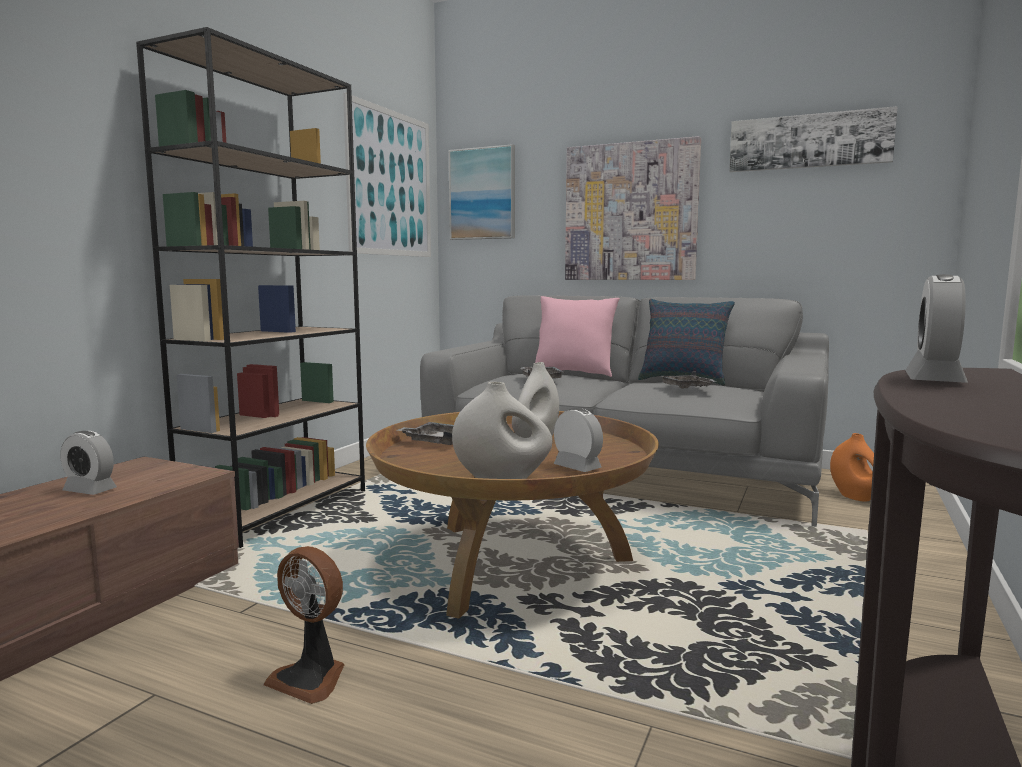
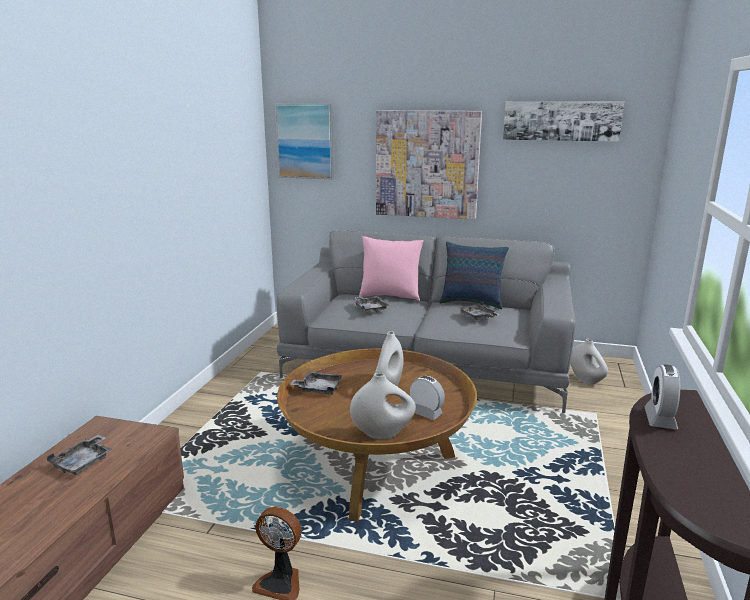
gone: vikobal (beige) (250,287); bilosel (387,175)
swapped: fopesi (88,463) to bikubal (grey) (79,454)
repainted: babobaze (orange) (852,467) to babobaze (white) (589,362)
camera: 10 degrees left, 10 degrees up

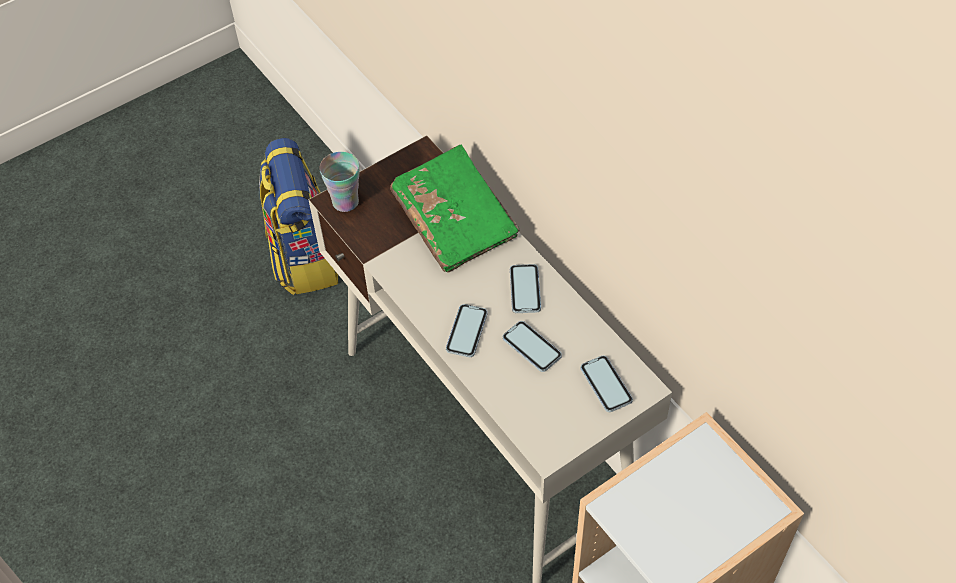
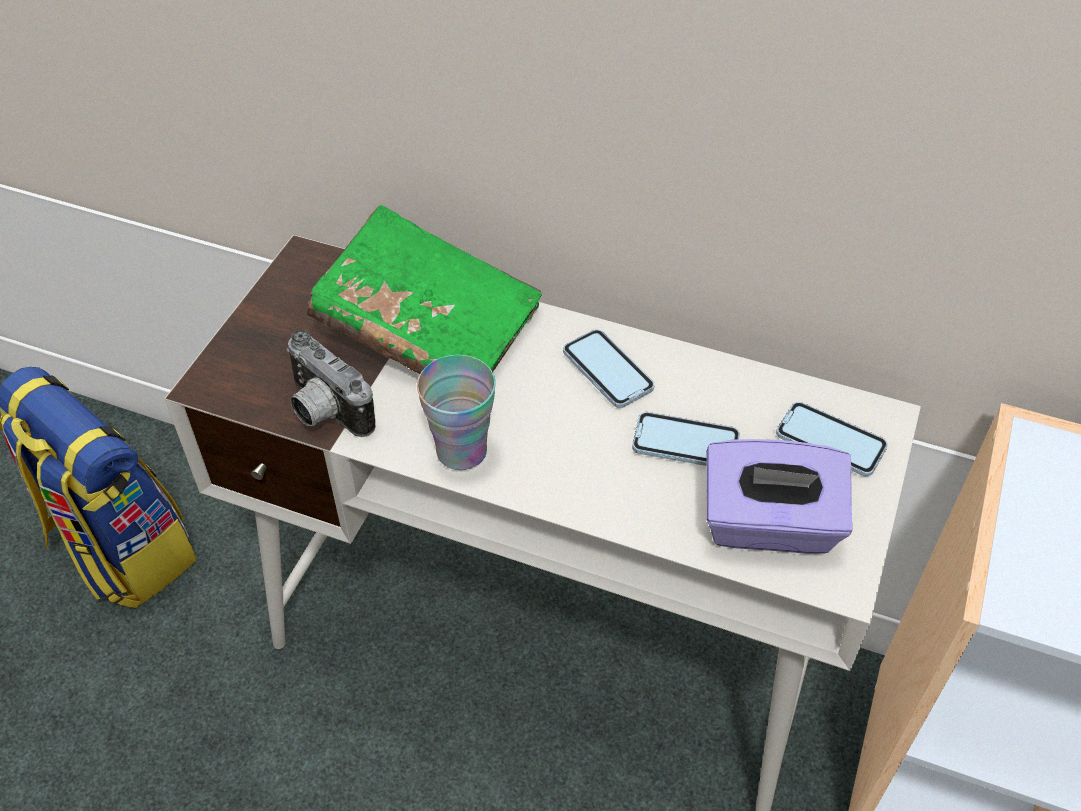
gone: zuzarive (467,330)
new: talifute (330,383); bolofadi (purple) (779,496)
shifted: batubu (339,182) to (456,412)
camera: 35 degrees left, 5 degrees down

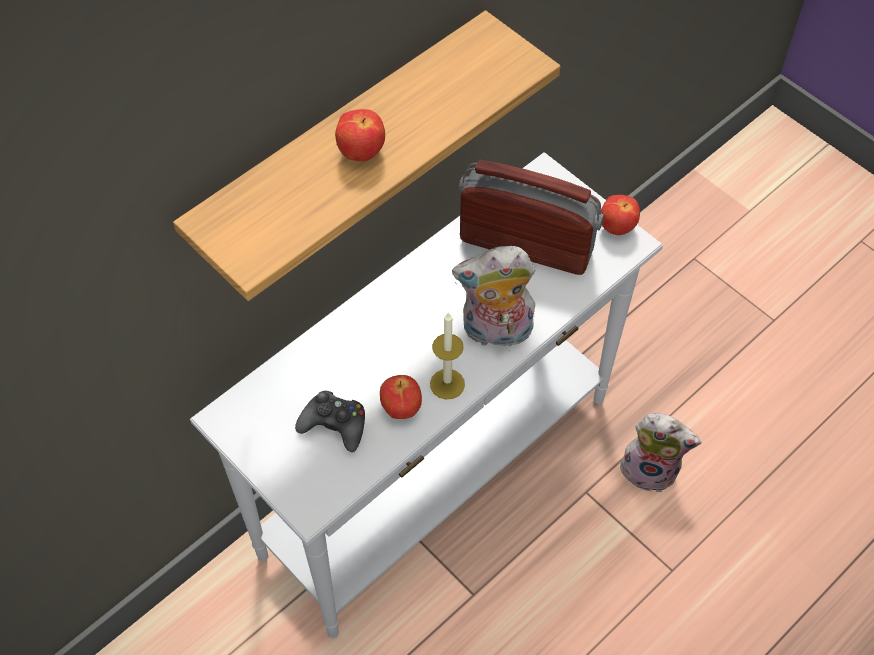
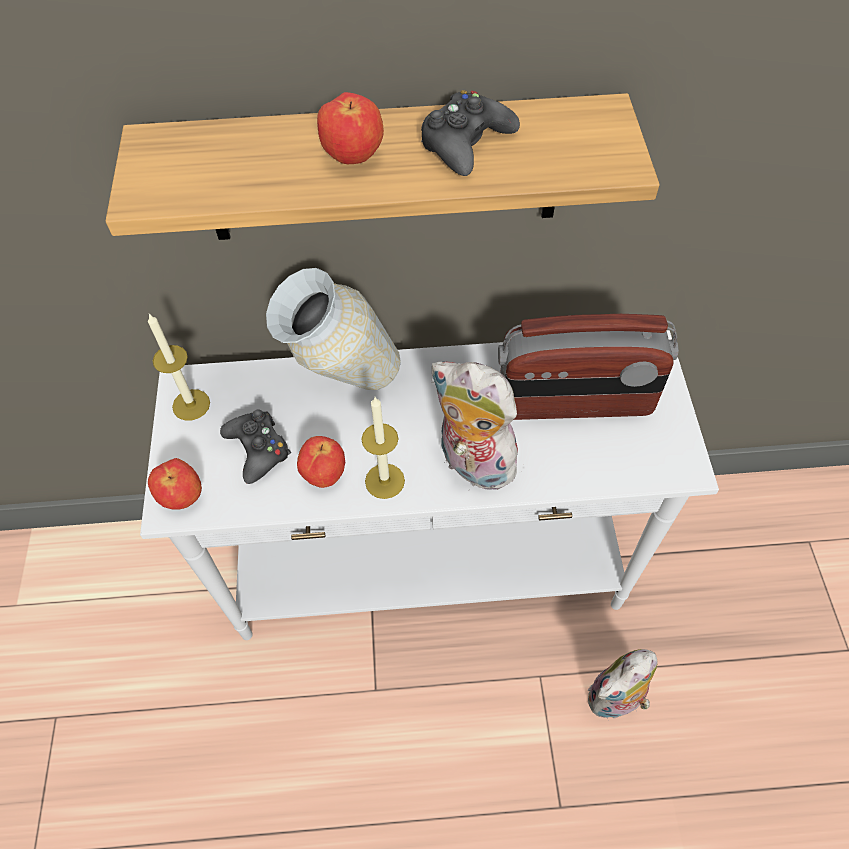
new: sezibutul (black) (470,133); babobaze (333,329); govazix (179,367)
shifted: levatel (620,215) to (175,483)
rotated: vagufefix (531,217) = (588,367) 120 degrees clockwise; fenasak (659,453) = (623,684) 90 degrees clockwise
camera: 40 degrees right, 0 degrees up

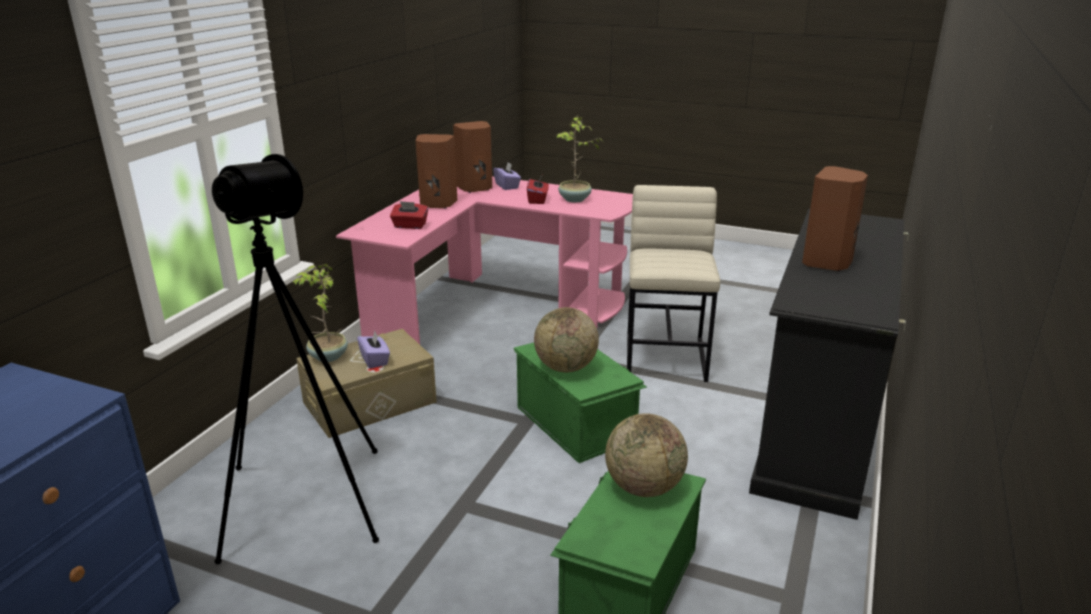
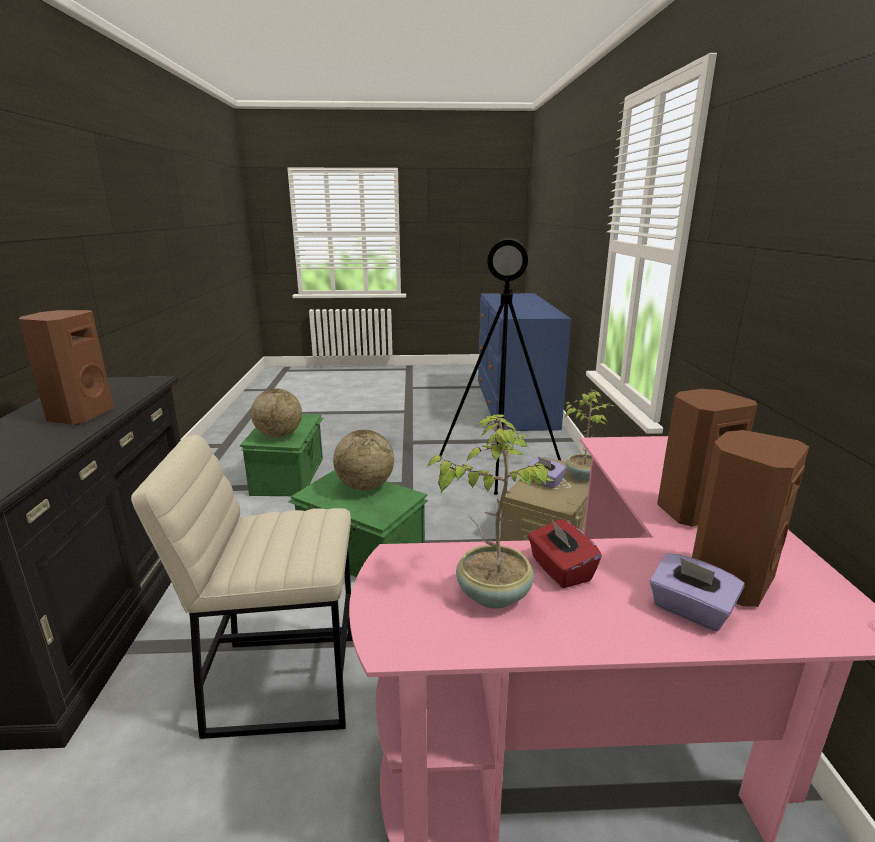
gone: bolofadi (red) (409,215)
rotated: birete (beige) (673,283) = (242,587) 105 degrees clockwise
camera: 155 degrees right, 5 degrees down

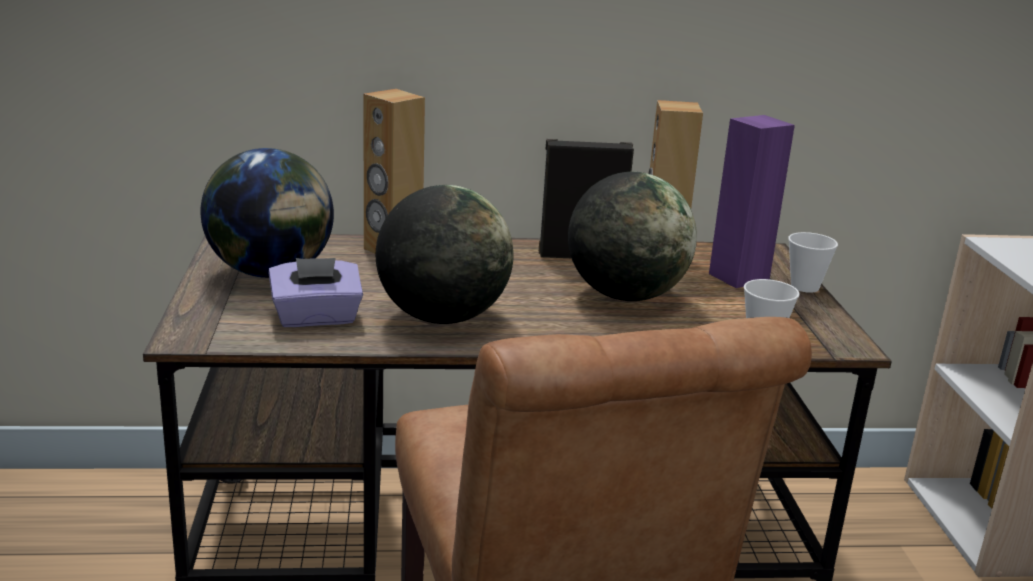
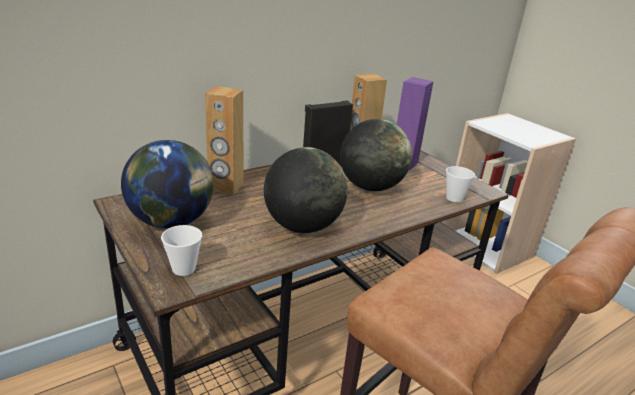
gone: bolofadi (purple) (316,292)
shifted: batubu (813,262) to (181,250)
camera: 30 degrees left, 5 degrees up

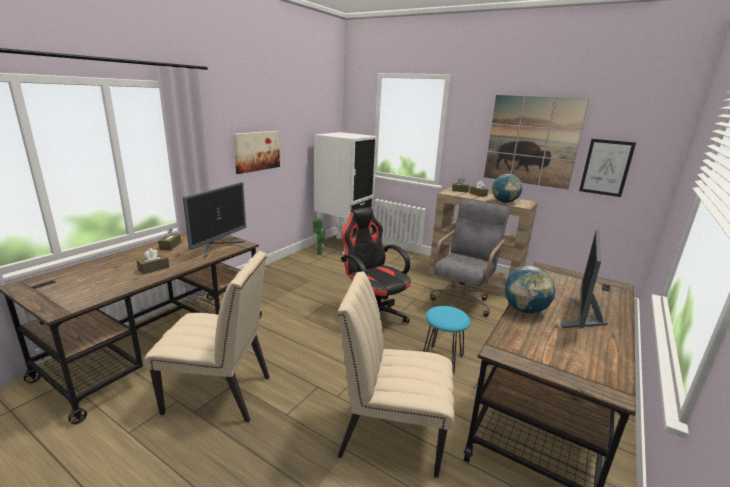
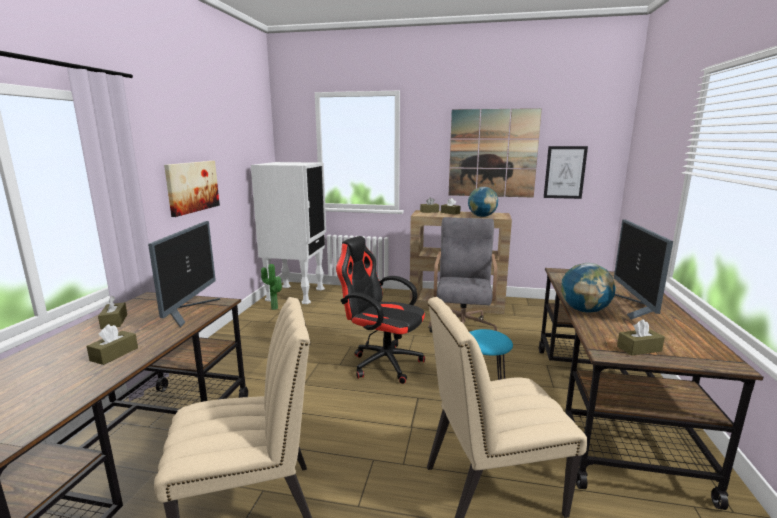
new: bolofadi (brown) (641,337)
camera: 20 degrees left, 5 degrees down

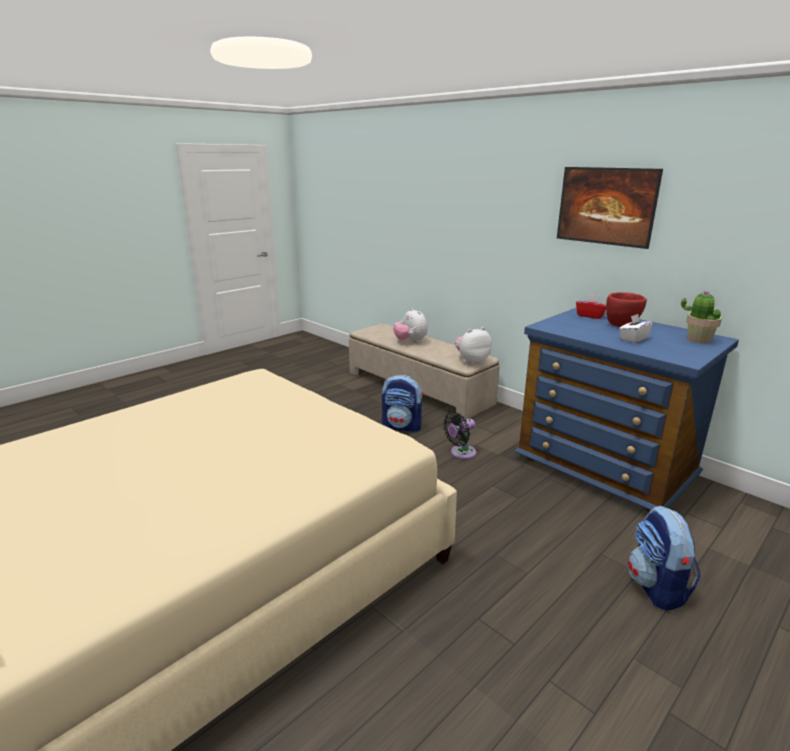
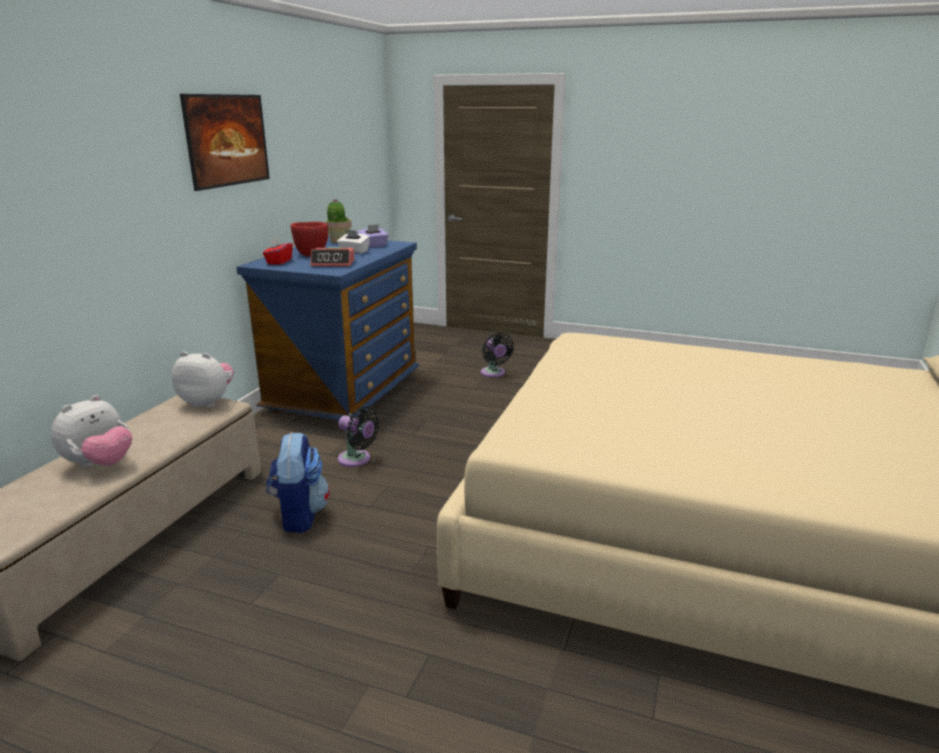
new: bolofadi (purple) (373,236); fopesi (332,256)
swapped: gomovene (664,558) to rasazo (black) (497,354)
rotated: fenasak (473,345) = (203,379) 150 degrees clockwise
camera: 115 degrees left, 0 degrees up

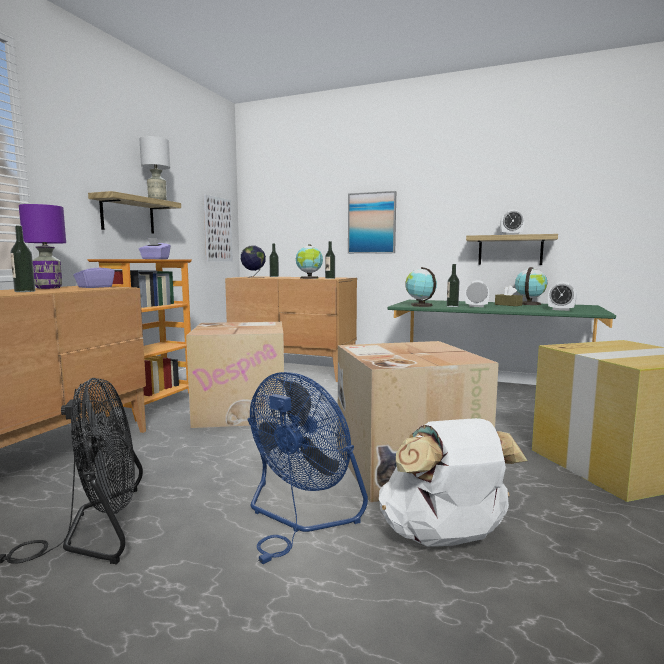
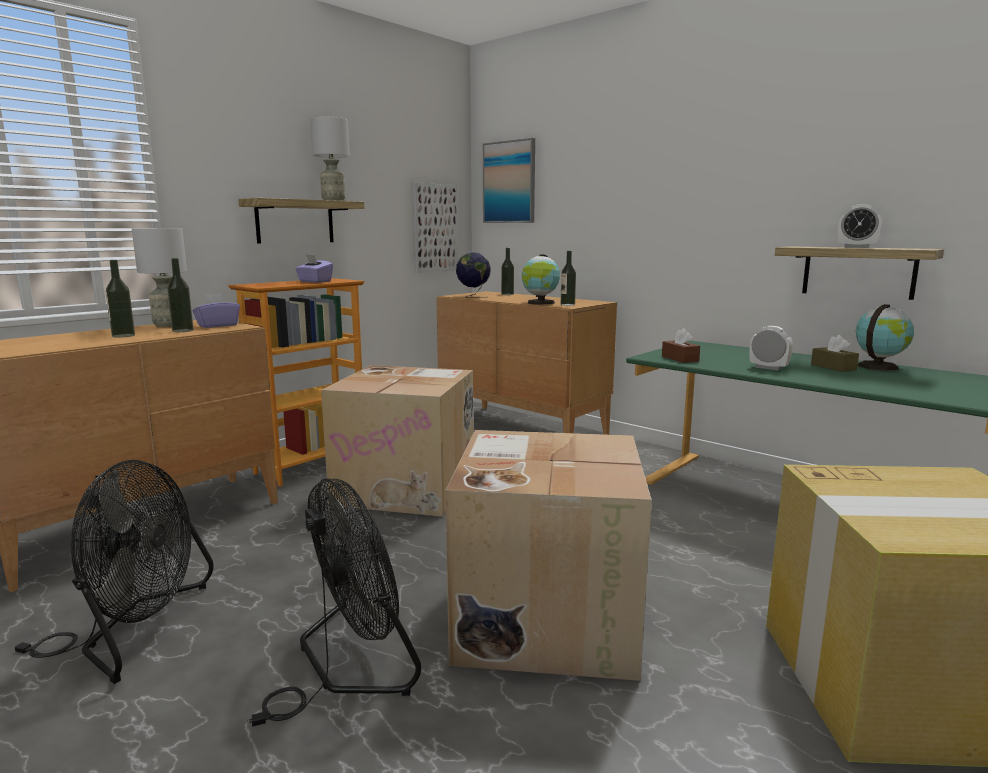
gone: fopesi (562,296); gomovene (white) (453,482)
shifted: bilosel (372,222) to (509,180); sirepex (453,285) to (180,295)
swapped: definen (421,287) to bolofadi (brown) (681,345)
repainted: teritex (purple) (42,246) to teritex (grey) (159,277); rasazo (blue) (307,468) to rasazo (black) (334,602)
camera: 20 degrees right, 5 degrees up

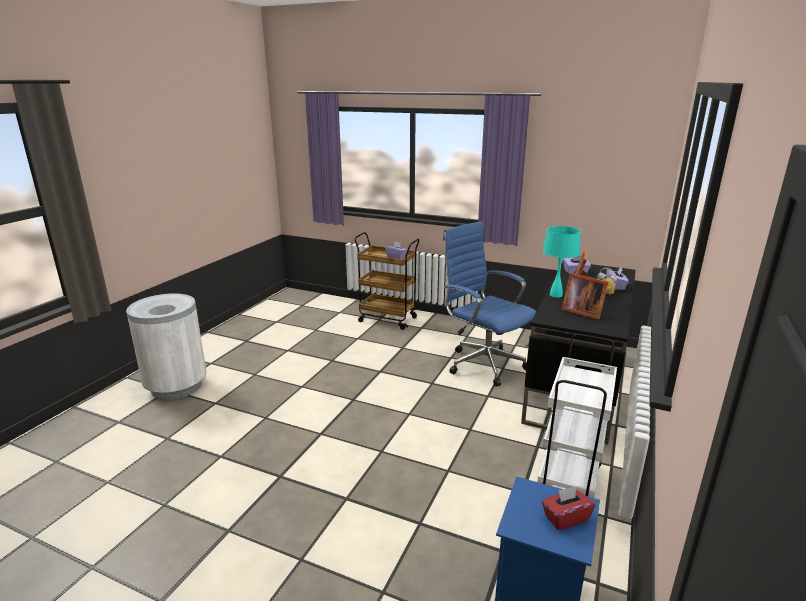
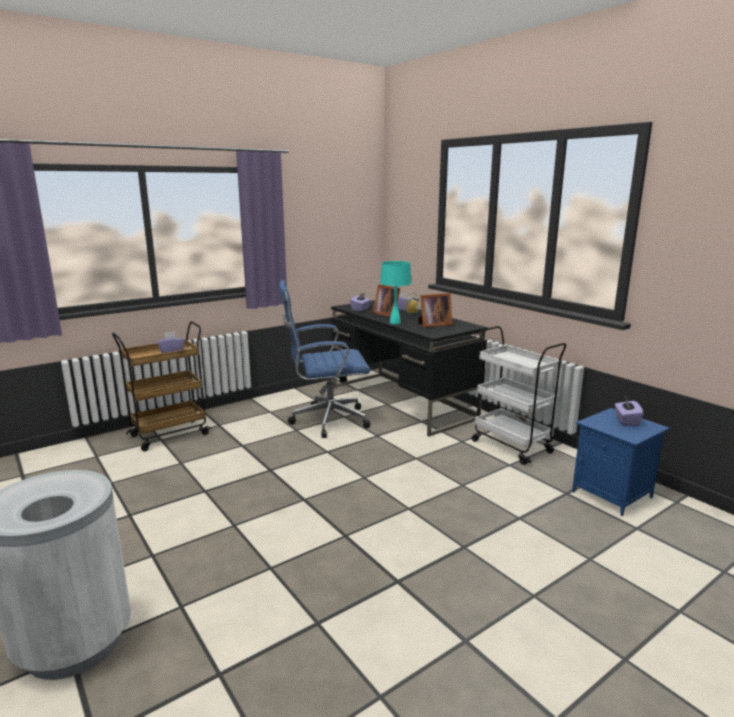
repainted: bolofadi (red) (568,508) to bolofadi (purple) (629,411)
camera: 60 degrees left, 5 degrees down

